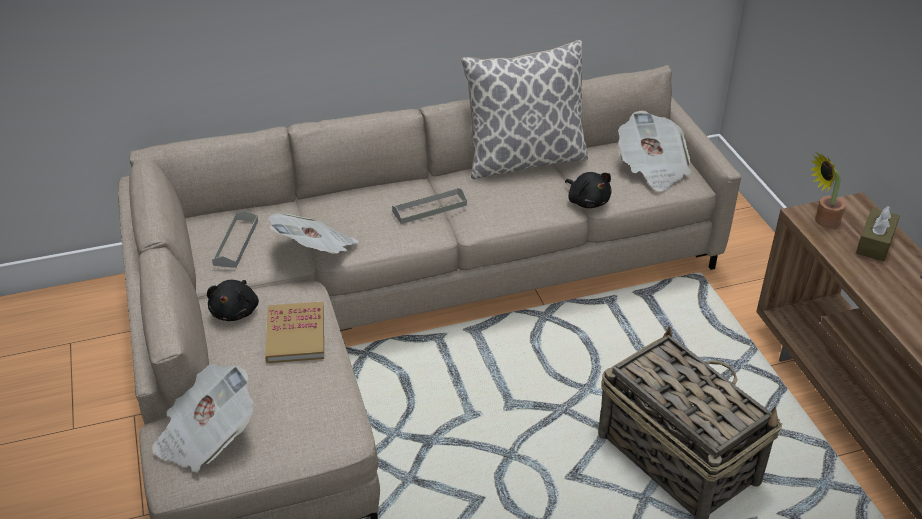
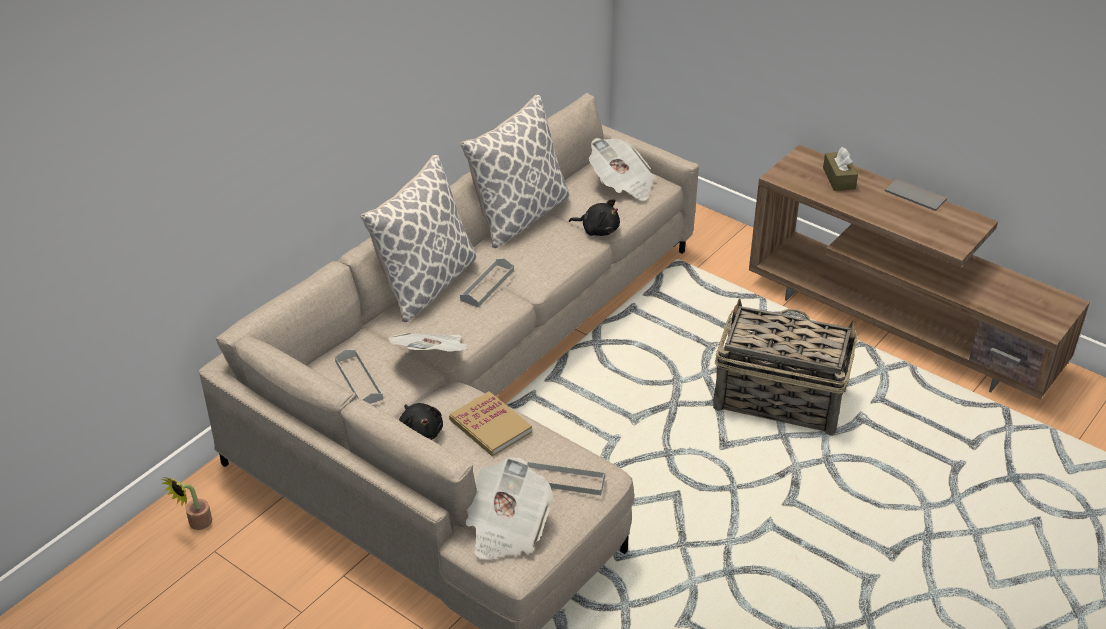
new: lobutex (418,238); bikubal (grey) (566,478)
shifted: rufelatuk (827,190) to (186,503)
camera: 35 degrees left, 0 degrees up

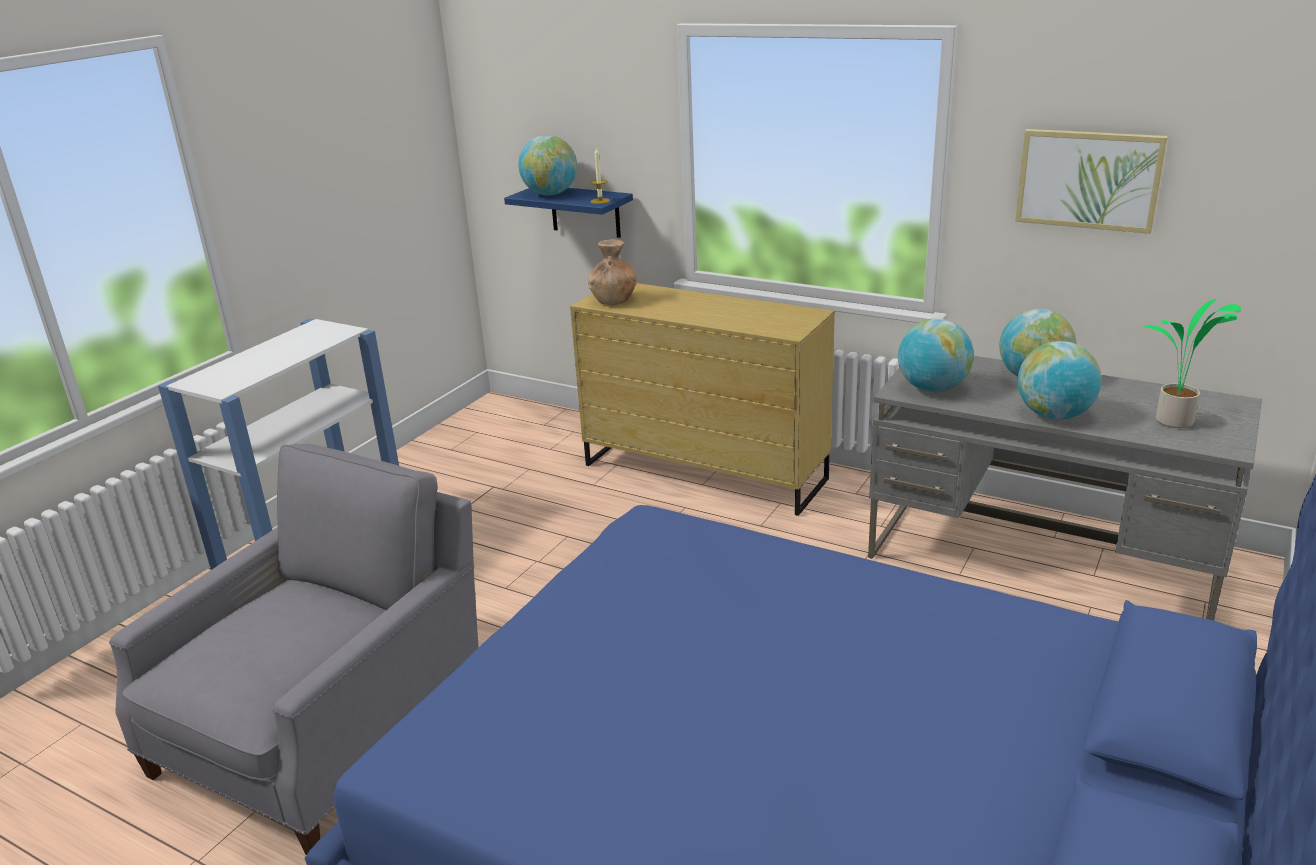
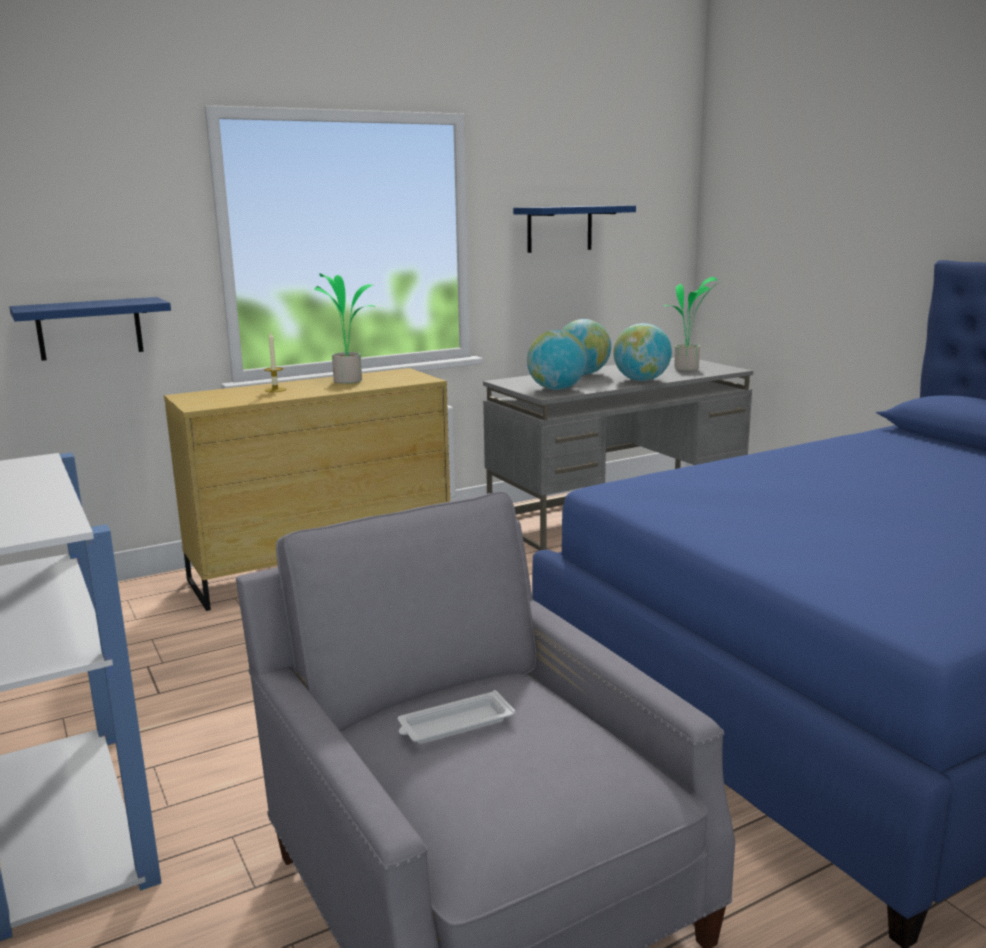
gone: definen (547,165); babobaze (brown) (612,272)
new: rufelatuk (344,329); bikubal (white) (456,717)
shifted: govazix (600,176) to (275,361)
swapped: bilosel (1091,181) to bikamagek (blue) (574,229)
camera: 60 degrees left, 10 degrees down

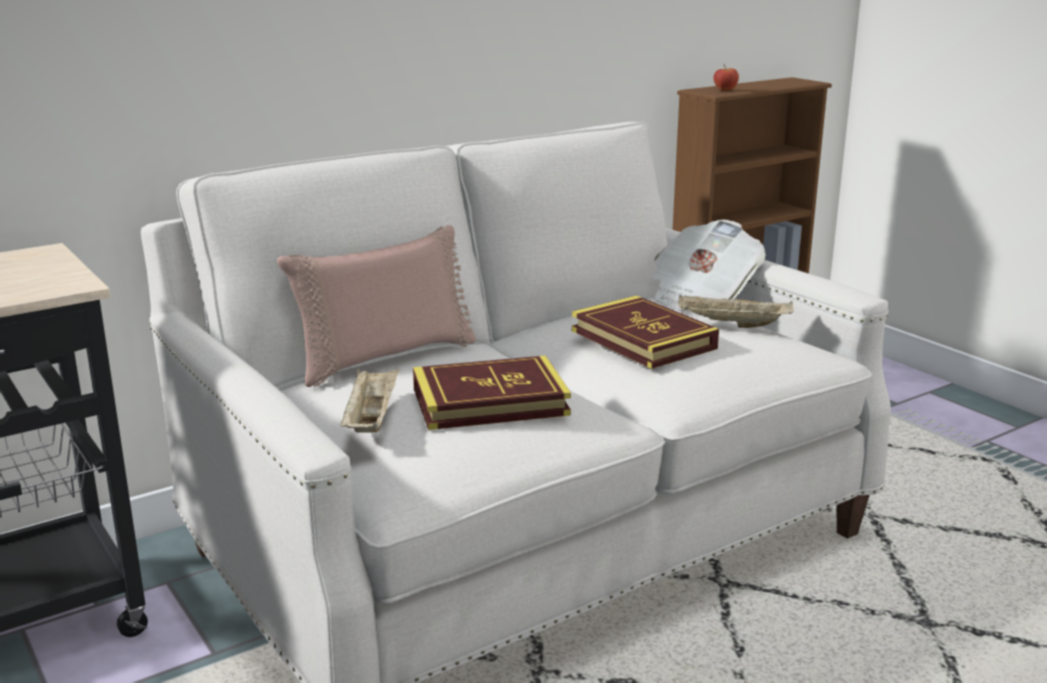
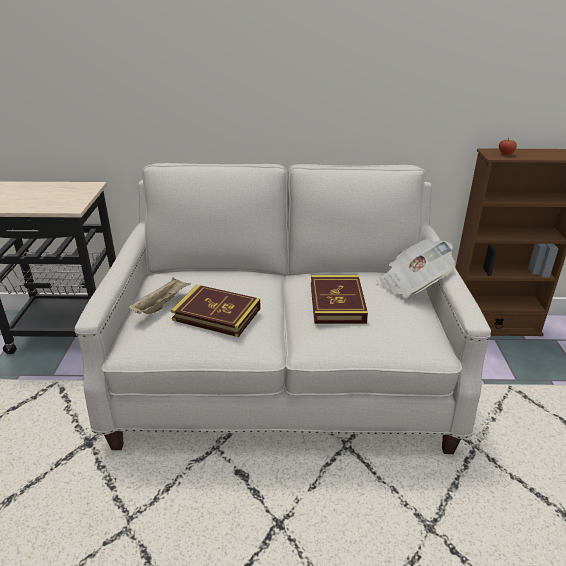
gone: lobutex (beige) (376,306); bikubal (beige) (736,311)
camera: 35 degrees right, 10 degrees up

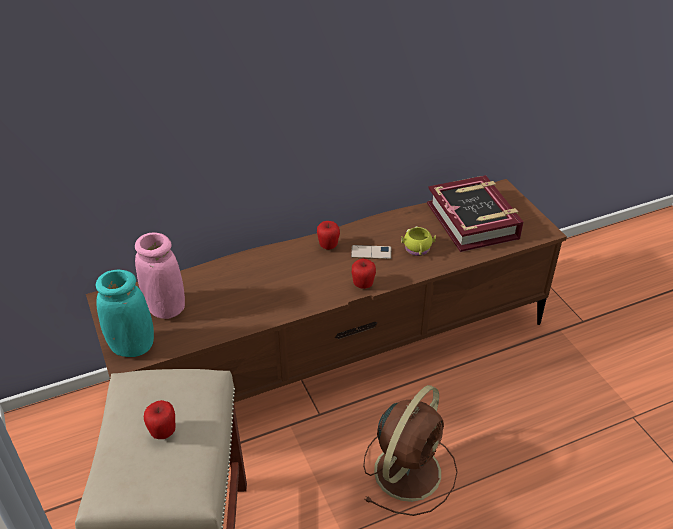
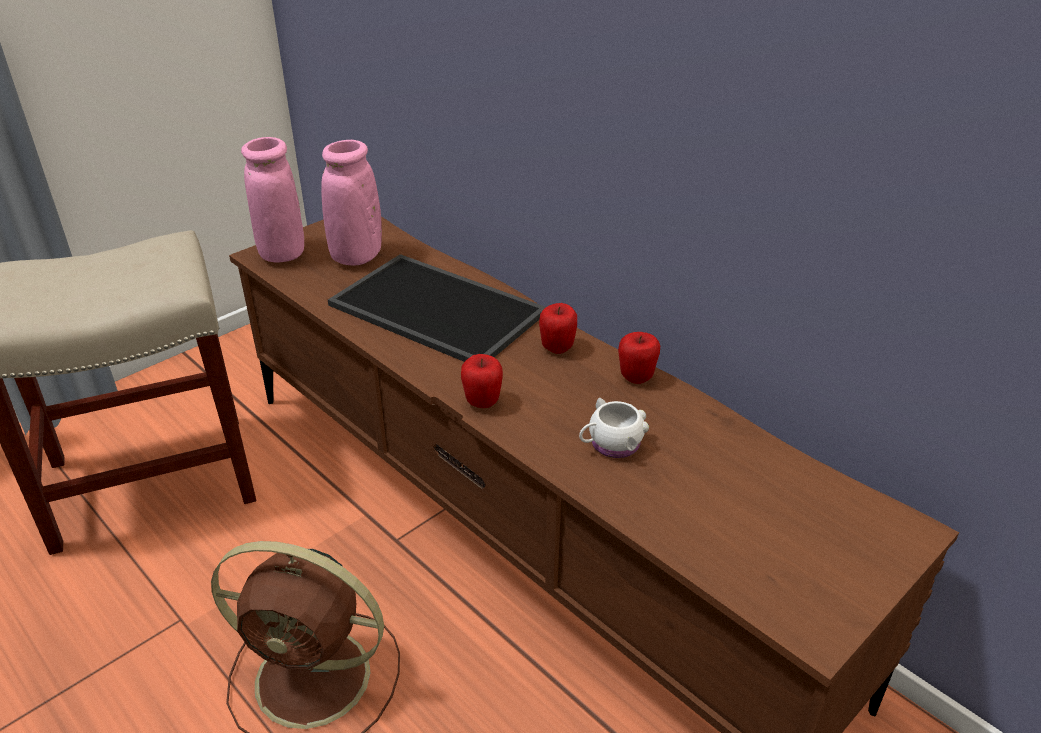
gone: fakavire (475,213); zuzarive (371,252)
new: bikubal (437,308)
shifted: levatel (160,419) to (639,358)
repainted: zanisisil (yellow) (418,241) to zanisisil (white) (614,428); babobaze (turquoise) (125,313) to babobaze (pink) (272,199)
camera: 70 degrees right, 5 degrees down

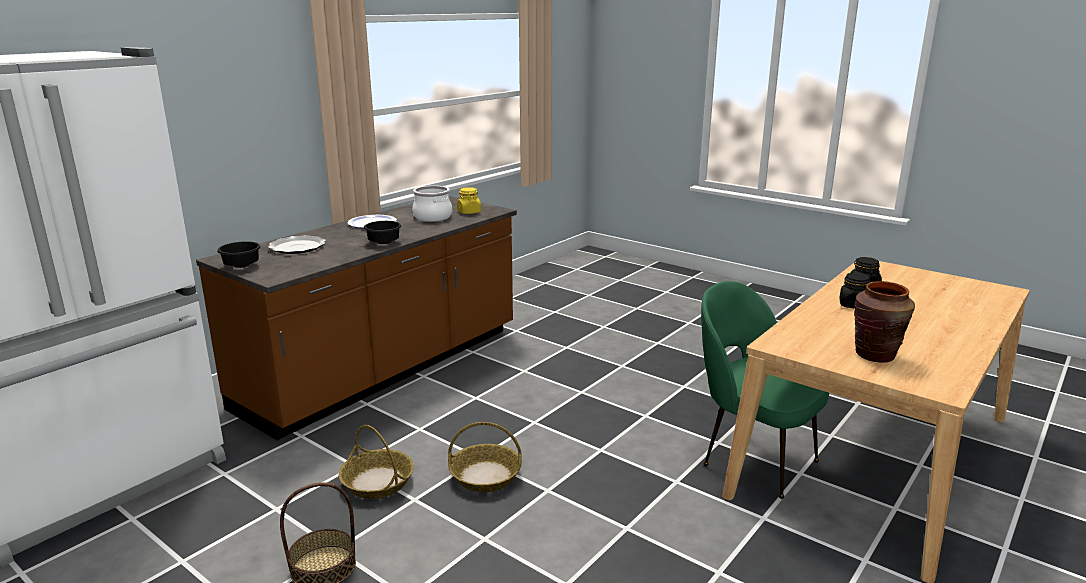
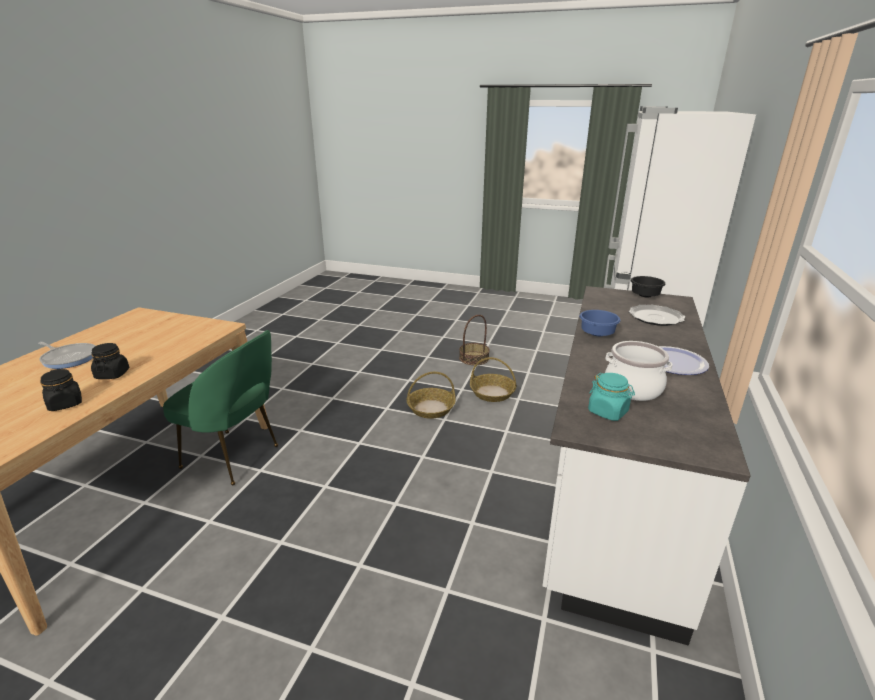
gone: babobaze (brown) (884,321)
new: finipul (66,355)
repainted: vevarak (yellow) (469,200) to vevarak (turquoise) (611,397); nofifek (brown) (356,318) to nofifek (white) (646,466); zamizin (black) (382,232) to zamizin (blue) (600,323)
camera: 160 degrees right, 5 degrees up

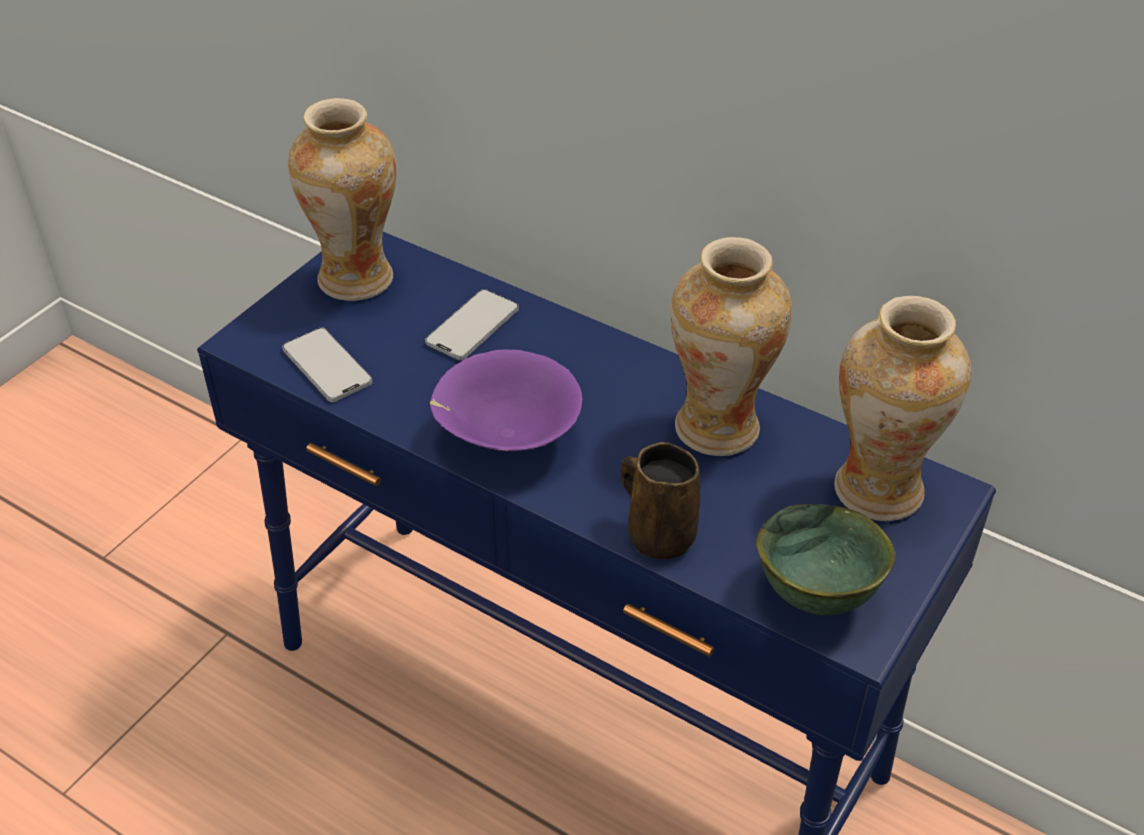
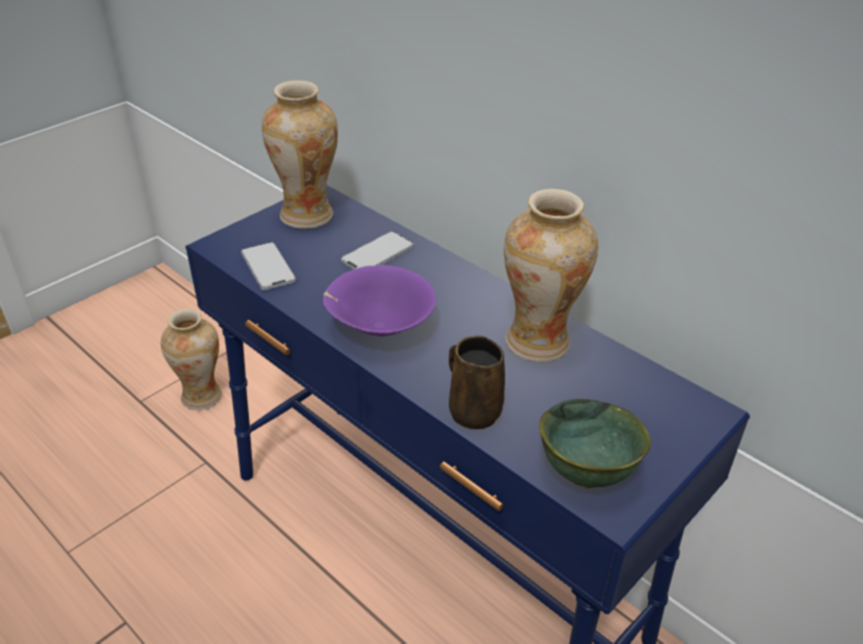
shifted: babobaze (902,408) to (191,359)
camera: 10 degrees right, 5 degrees down

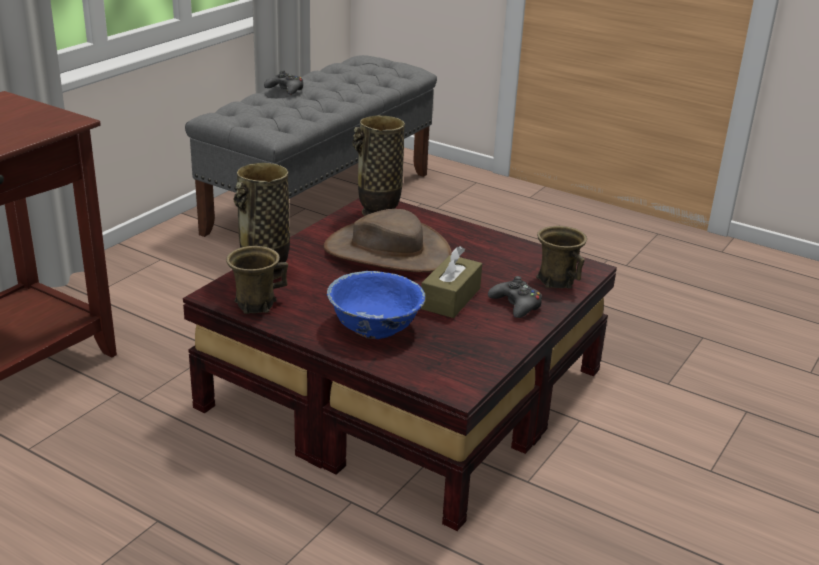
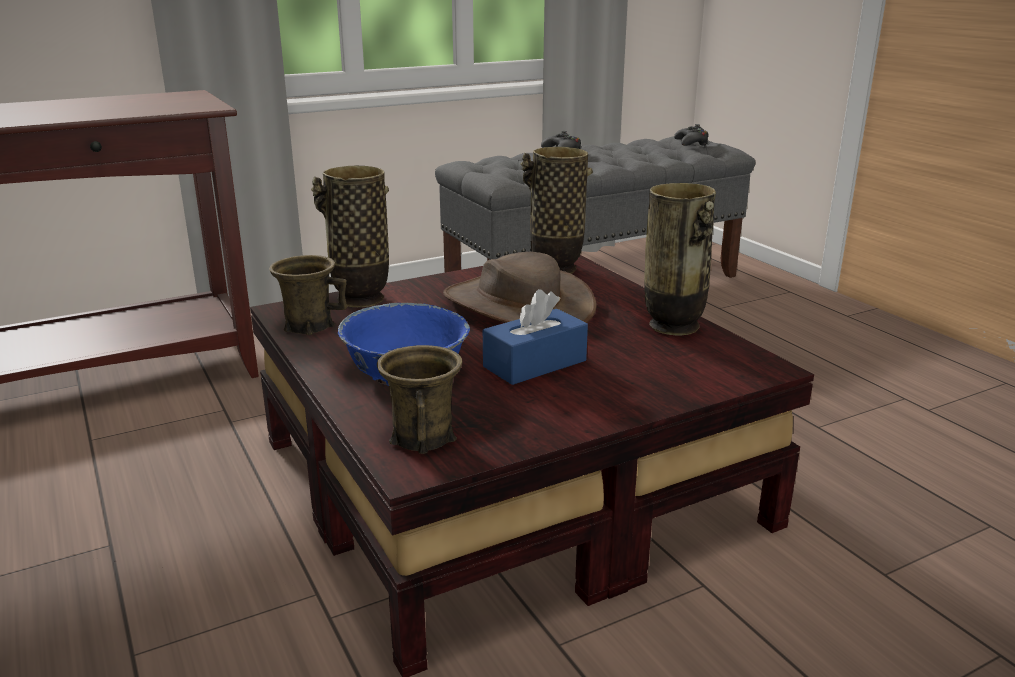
new: babobaze (680,259)
shifted: zanisisil (brown) (561,257) to (419,399); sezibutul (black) (515,297) to (691,135)
repainted: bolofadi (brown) (451,282) to bolofadi (blue) (535,337)
camera: 30 degrees right, 5 degrees down

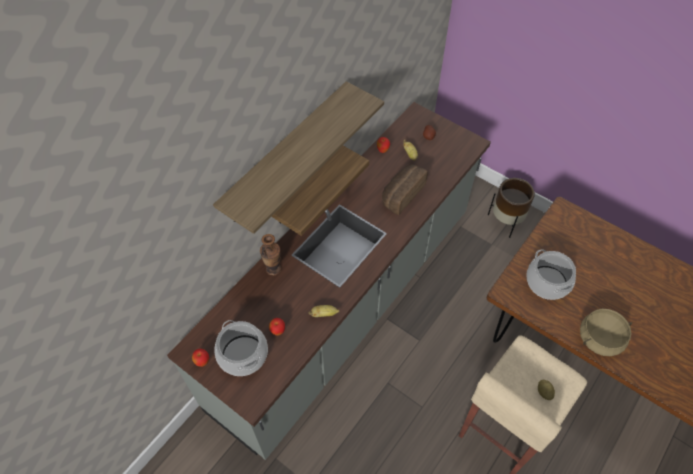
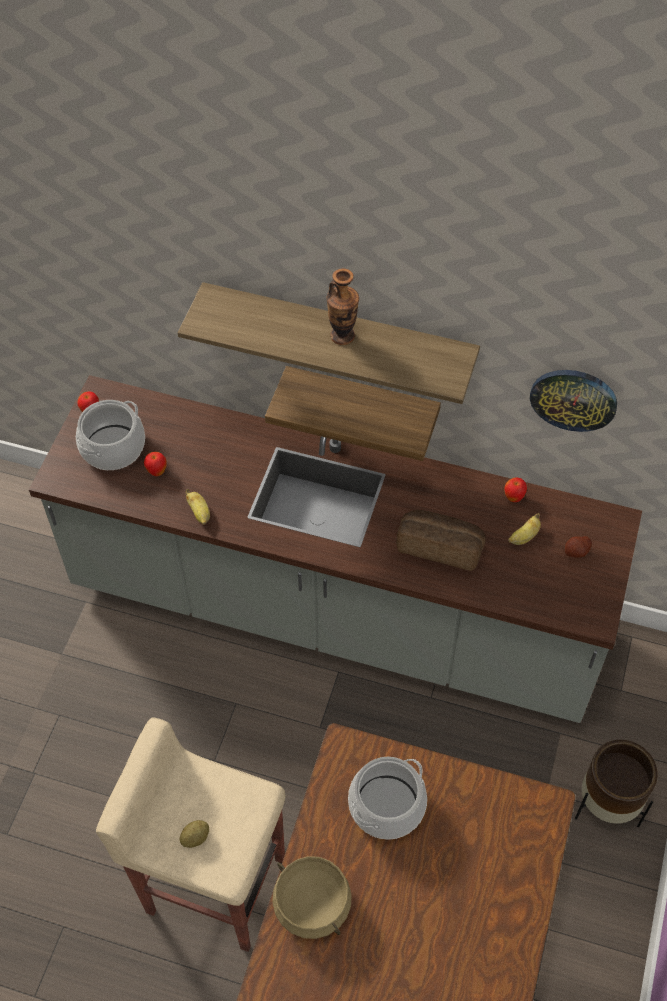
new: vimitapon (573,401)
shifted: babobaze (270,255) to (342,306)
camera: 70 degrees right, 0 degrees up

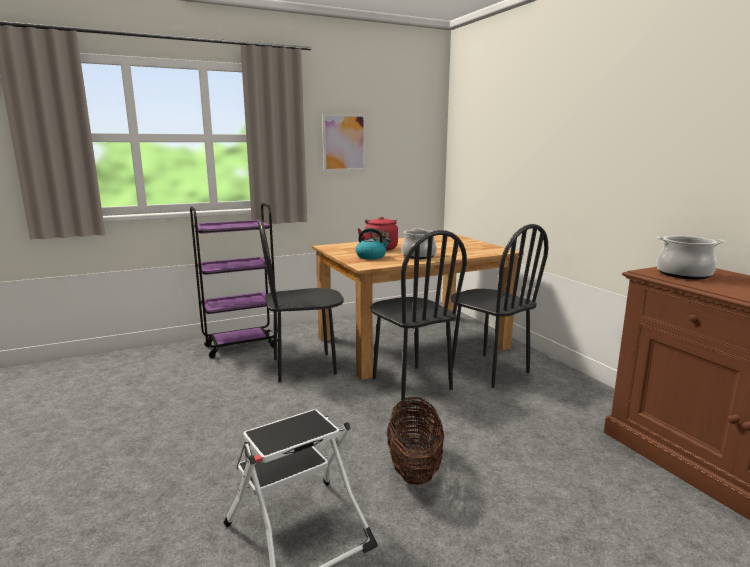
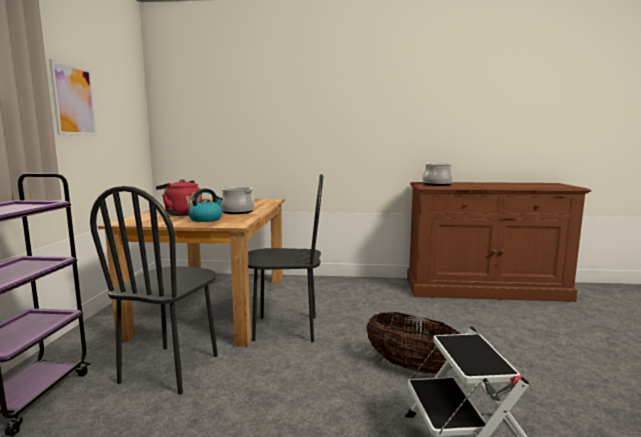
gone: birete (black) (499,306)
camera: 60 degrees left, 5 degrees down

